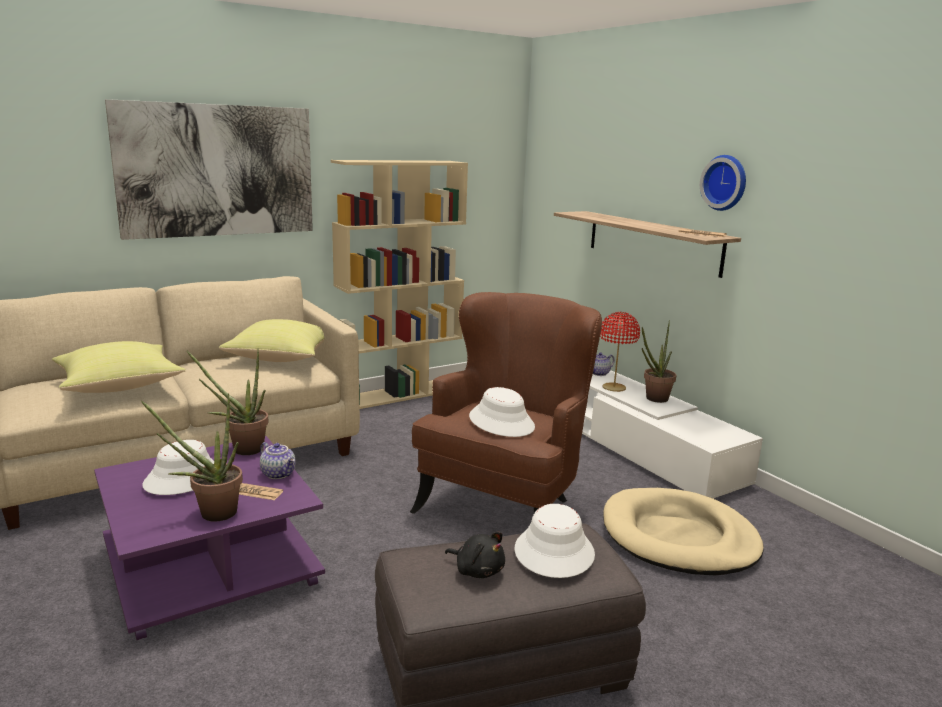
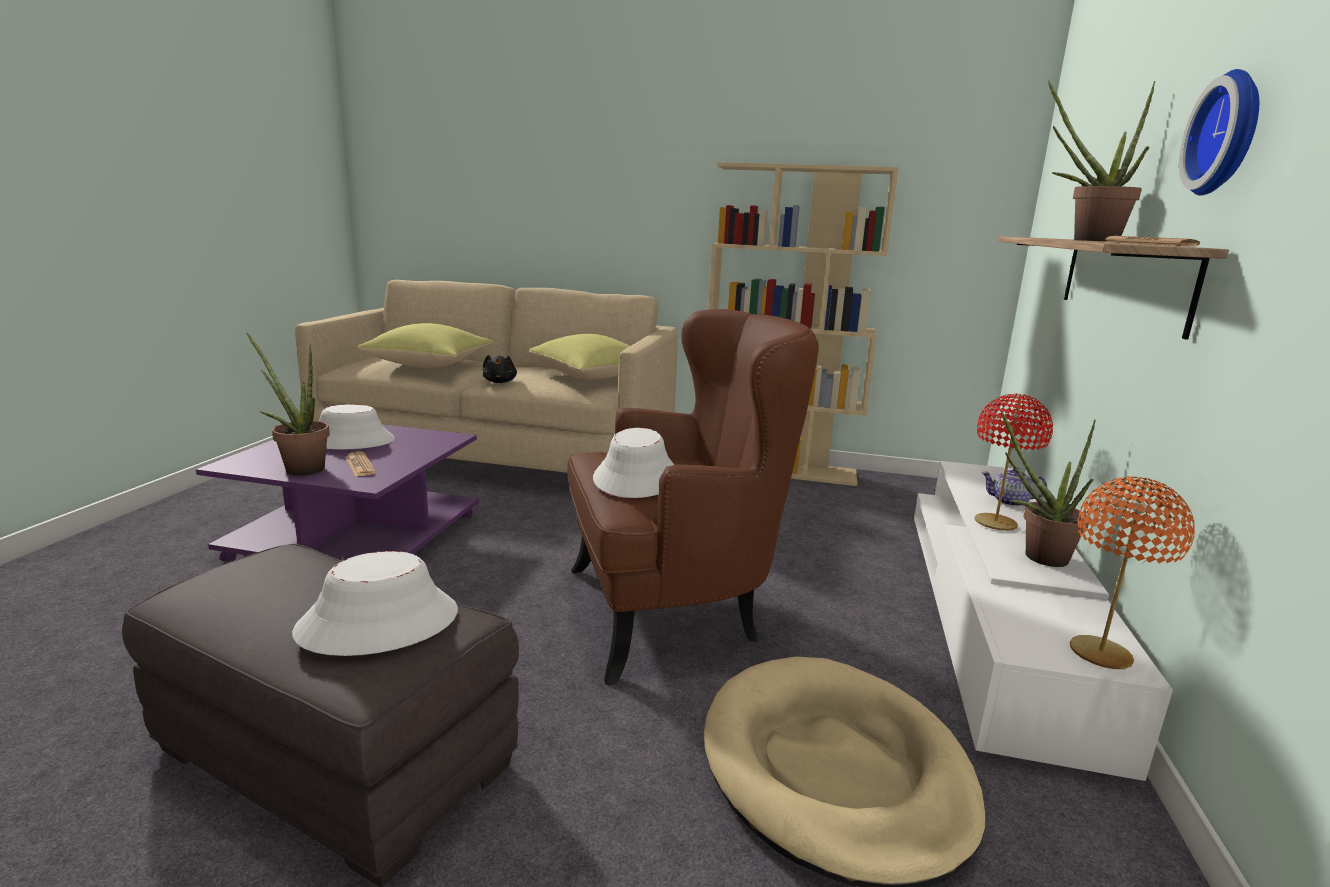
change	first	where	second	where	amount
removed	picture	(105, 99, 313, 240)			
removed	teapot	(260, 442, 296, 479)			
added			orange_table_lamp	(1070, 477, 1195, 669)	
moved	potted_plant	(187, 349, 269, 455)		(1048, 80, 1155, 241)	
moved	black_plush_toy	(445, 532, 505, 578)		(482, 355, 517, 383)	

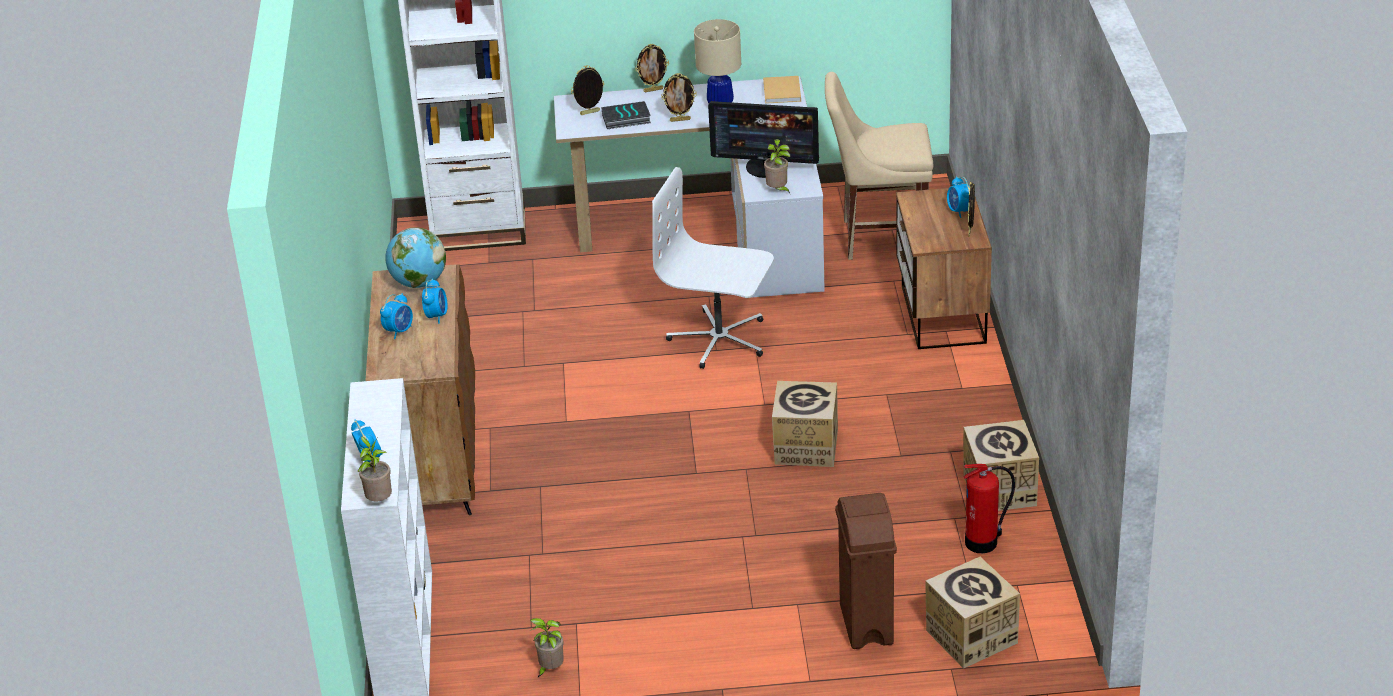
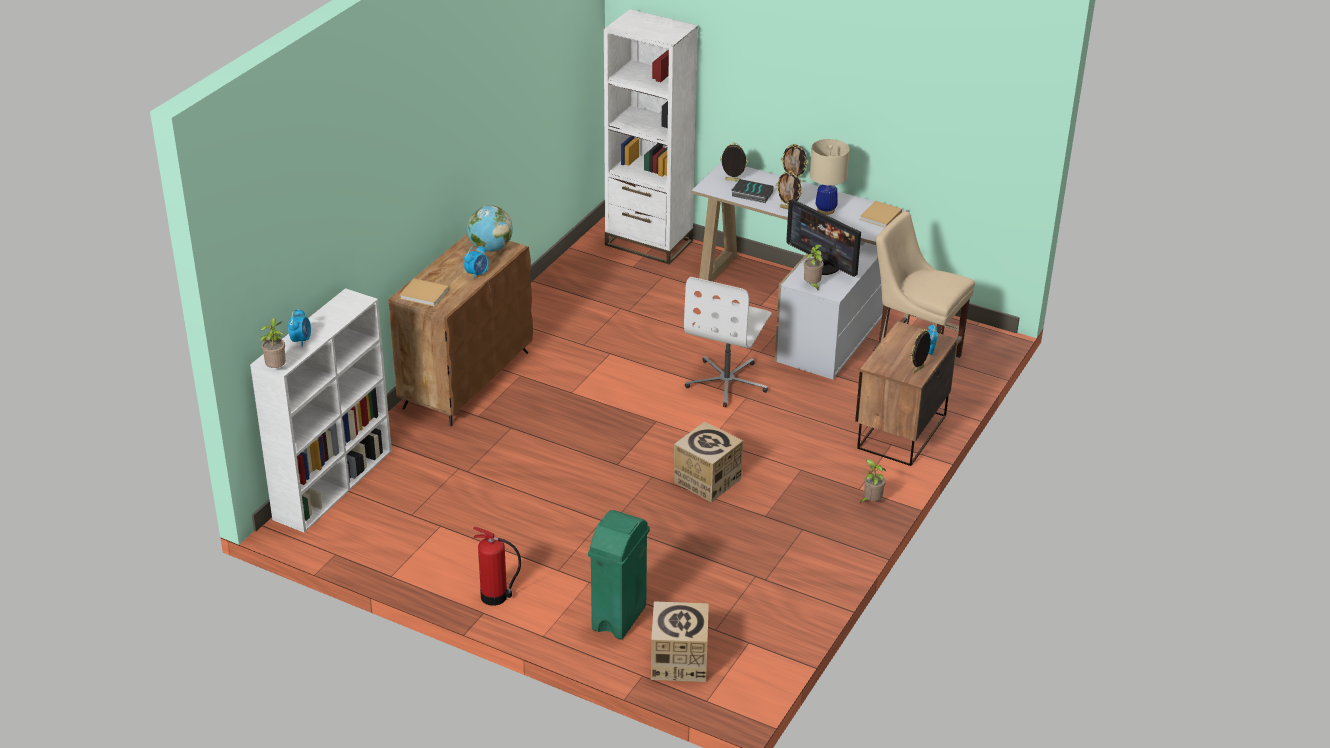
change	first	where	second	where	amount
removed	alarm_clock	(380, 293, 413, 339)			
removed	cardboard_box	(964, 420, 1039, 511)			
added			beige_book	(399, 279, 449, 307)	
moved	potted_plant	(530, 618, 564, 677)		(860, 459, 886, 503)	
moved	fire_extinguisher	(964, 464, 1015, 553)		(473, 527, 521, 606)	
recoloured	brown_trash_can	(835, 493, 897, 649)	green_trash_can	(588, 510, 650, 639)	
turned	white_office_chair	(652, 167, 774, 369)		(684, 277, 772, 407)	120 degrees counterclockwise

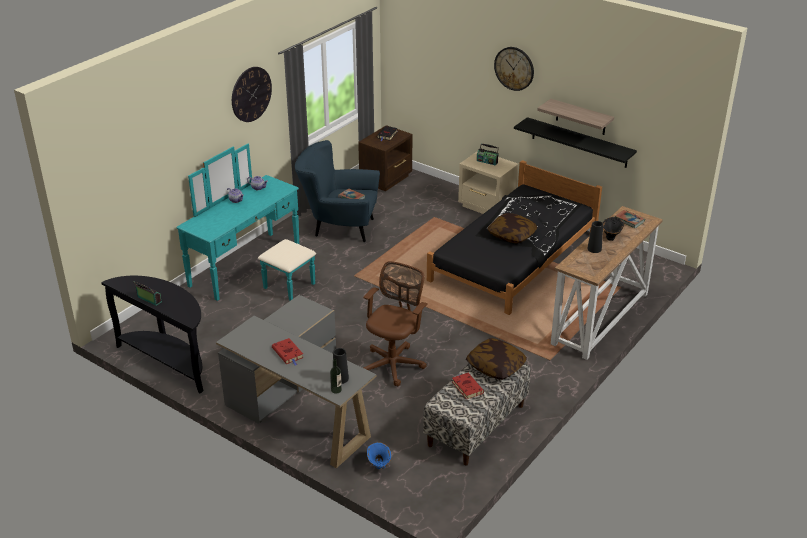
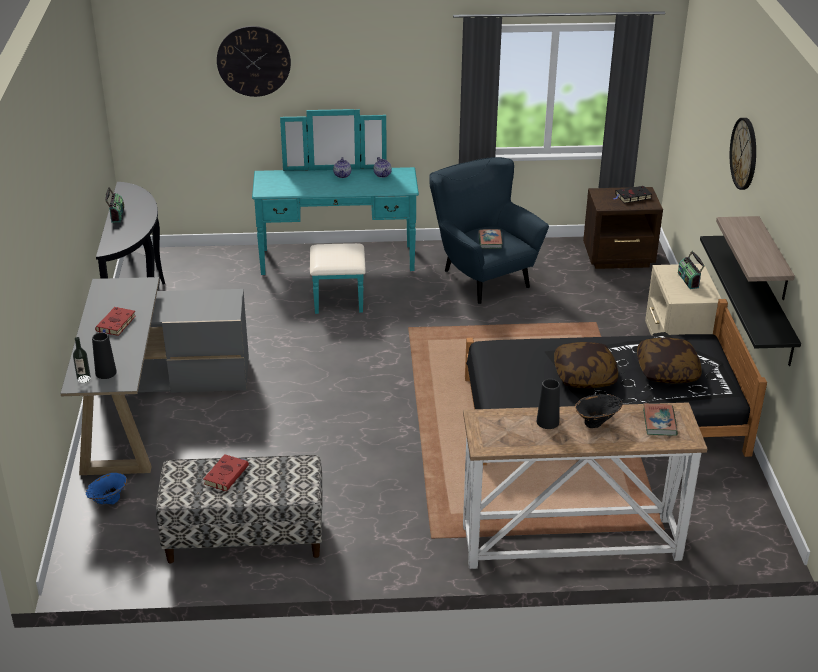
change	first	where	second	where	amount
removed	brown_office_chair	(363, 261, 428, 386)			
moved	wall_clock	(232, 67, 272, 122)		(217, 26, 291, 97)	
moved	pillow	(466, 338, 527, 380)		(637, 337, 702, 384)	

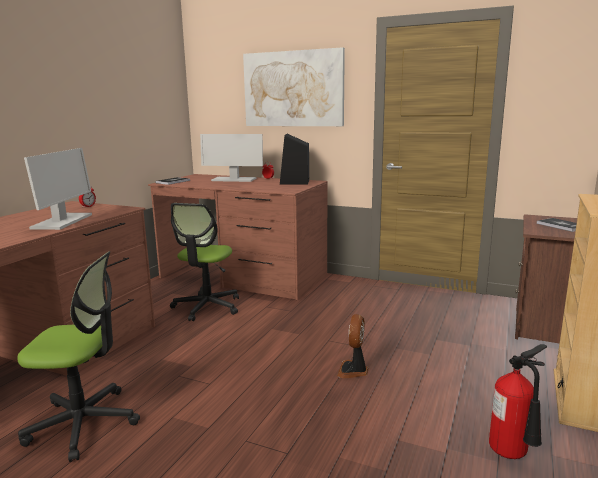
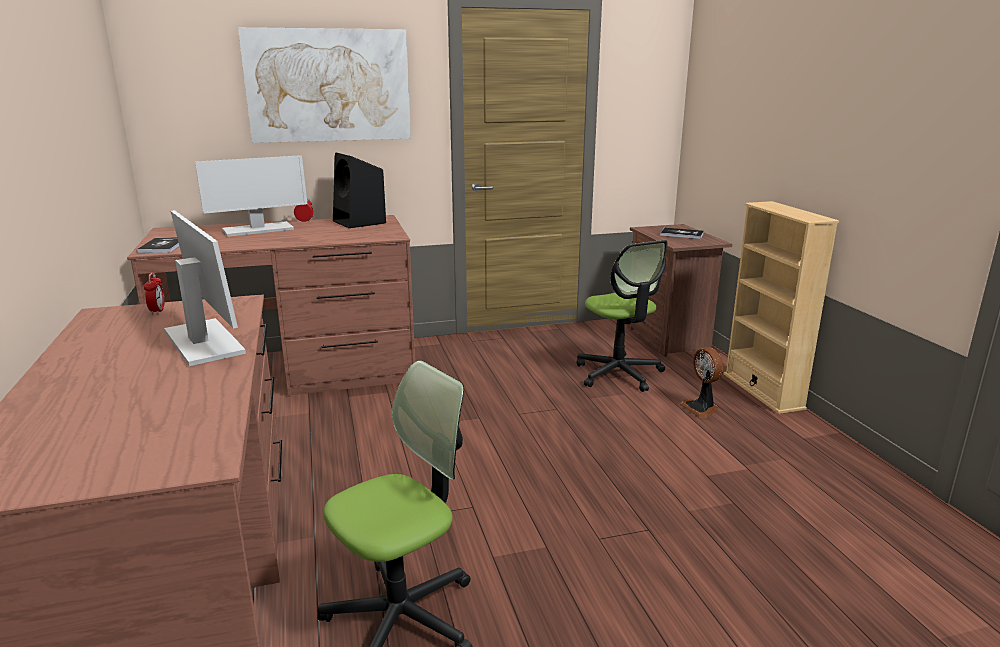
change	first	where	second	where	amount
removed	fire_extinguisher	(489, 344, 547, 459)			
moved	office_chair	(170, 203, 239, 321)		(576, 240, 668, 392)	
moved	fan	(337, 314, 369, 378)		(679, 347, 724, 418)	

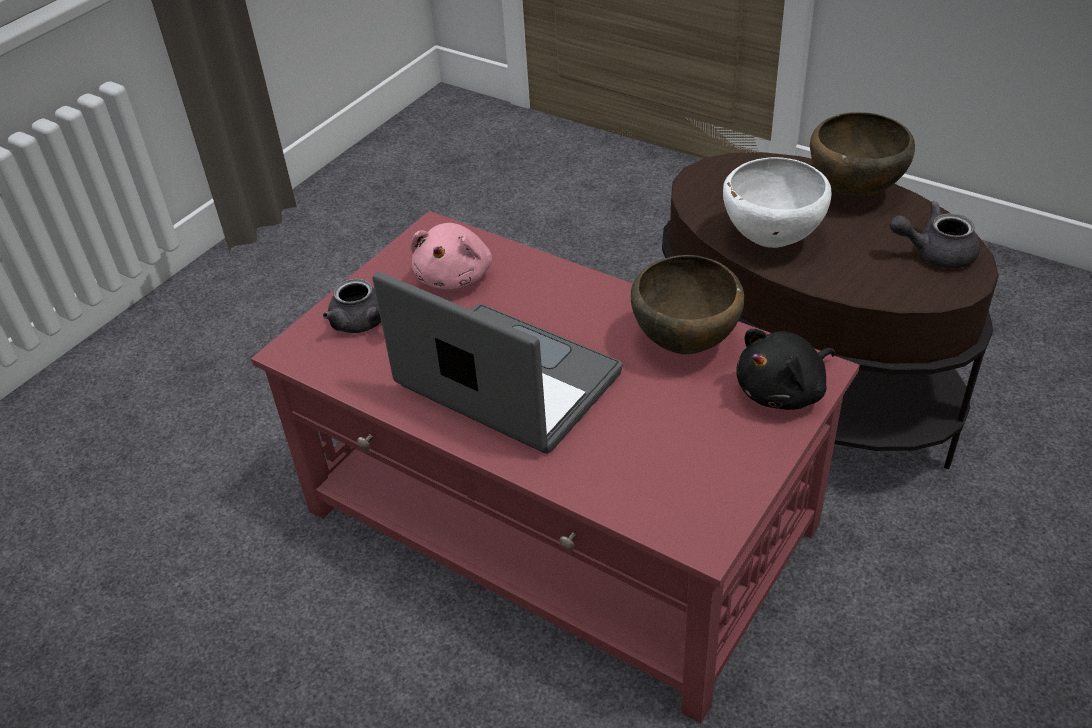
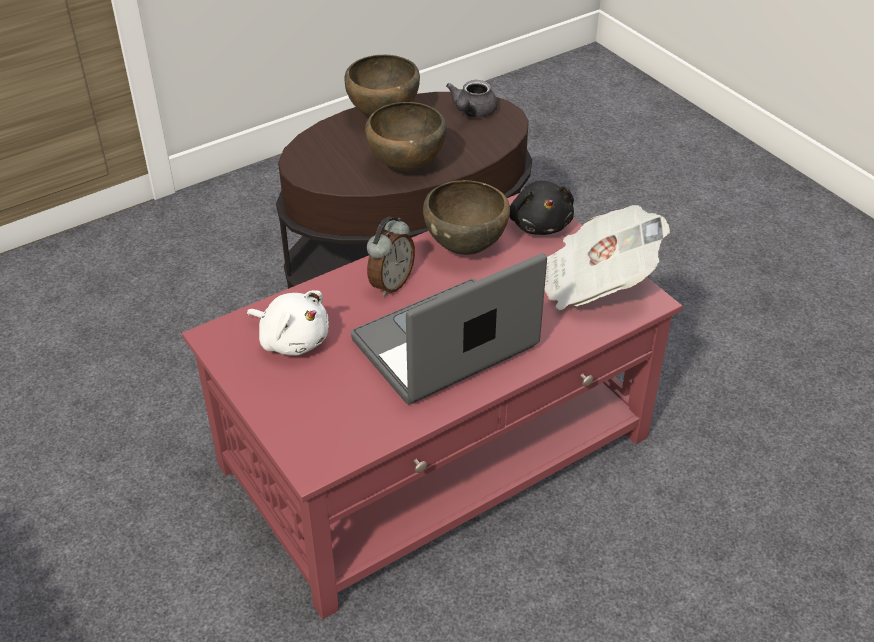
change	first	where	second	where	amount
removed	grey_teapot	(323, 278, 381, 333)			
added			alarm_clock	(367, 217, 415, 297)	
added			newspaper	(545, 205, 670, 310)	
recoloured	pink_plush_toy	(410, 223, 492, 290)	white_plush_toy	(247, 290, 329, 356)	
recoloured	white_bowl	(723, 157, 831, 248)	brown_bowl	(365, 102, 447, 172)	

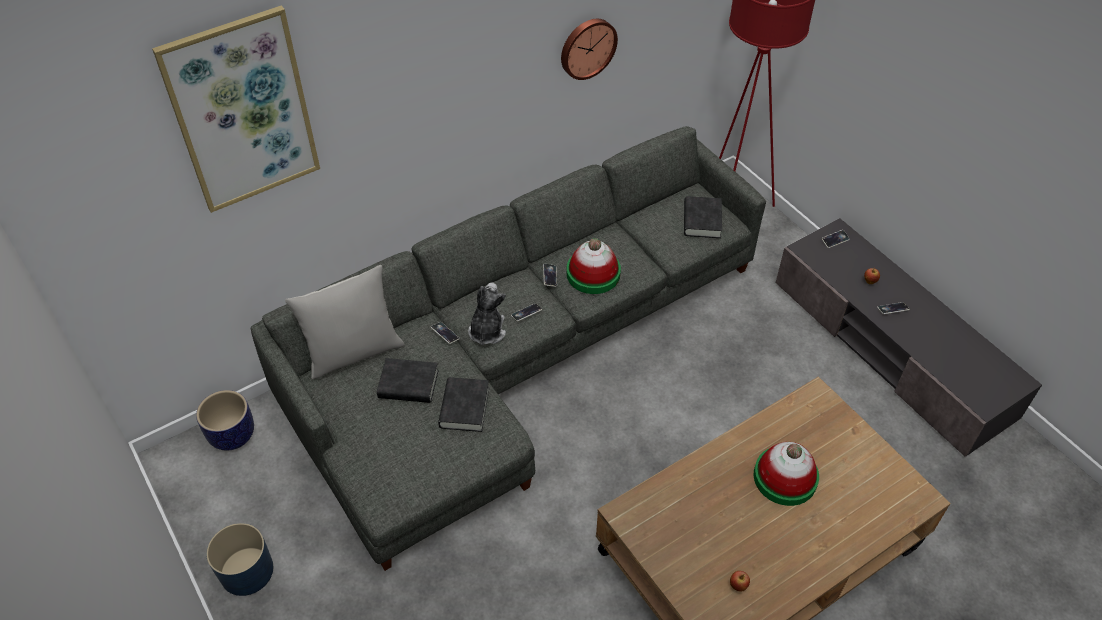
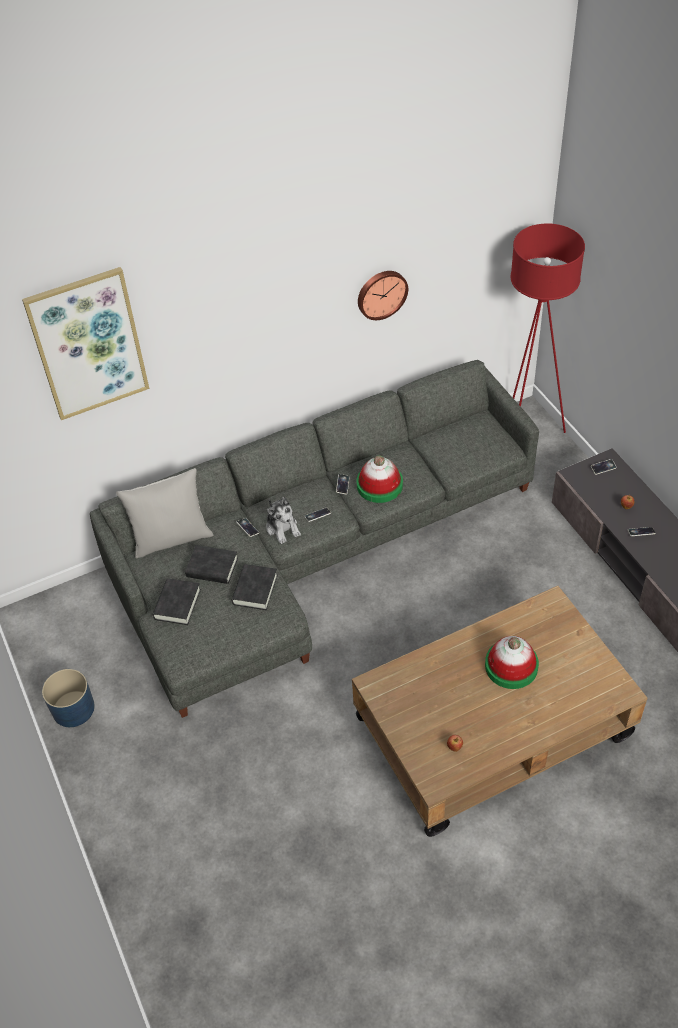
change	first	where	second	where	amount
removed	planter	(196, 390, 254, 451)			
moved	black_book	(684, 196, 722, 238)		(153, 578, 201, 625)	
turned	plush_toy	(468, 283, 506, 345)		(266, 497, 301, 544)	135 degrees clockwise

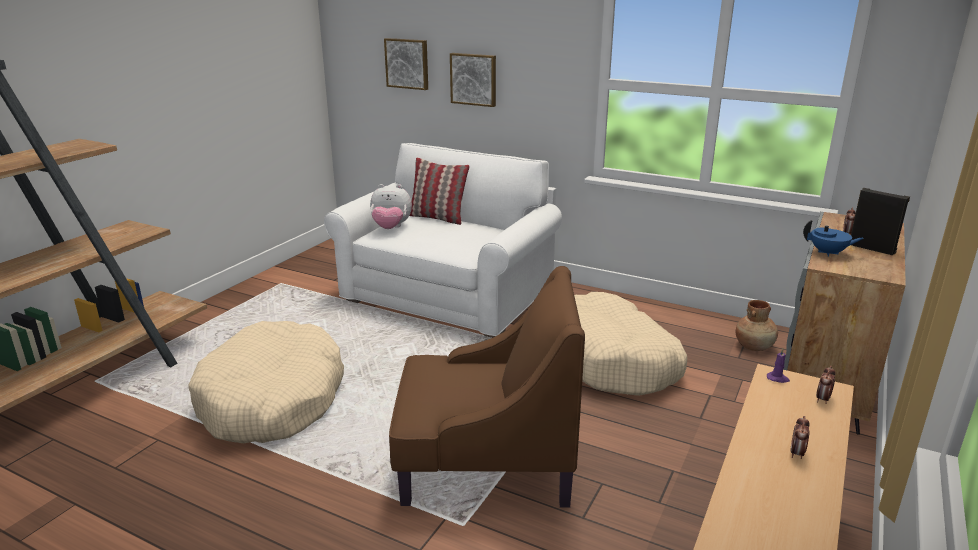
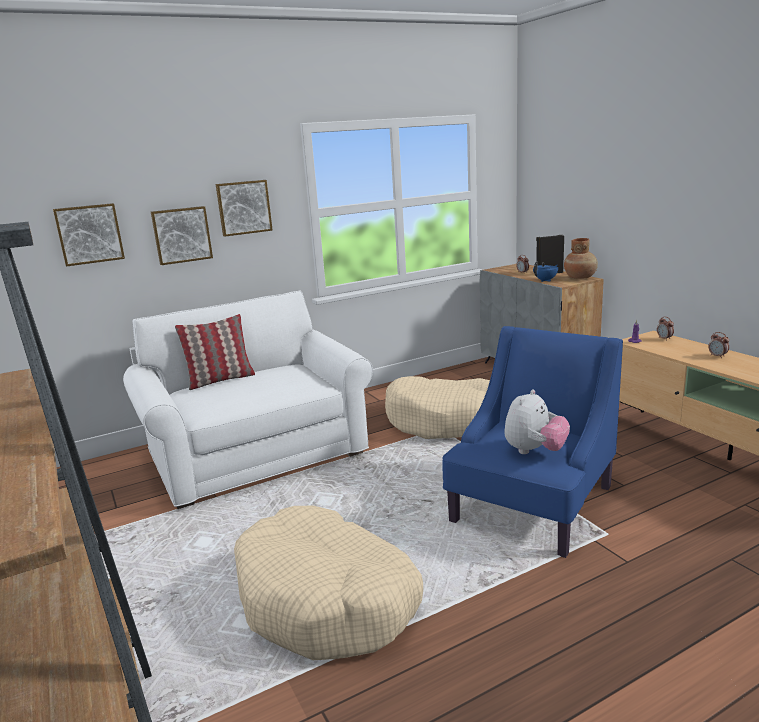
change	first	where	second	where	amount
added			picture	(216, 180, 273, 237)	
moved	plush_toy	(370, 184, 412, 229)		(504, 390, 570, 454)	
moved	brown_vase	(736, 300, 778, 351)		(564, 238, 598, 279)	
recoloured	brown_armchair	(389, 266, 585, 508)	blue_armchair	(442, 326, 623, 558)	

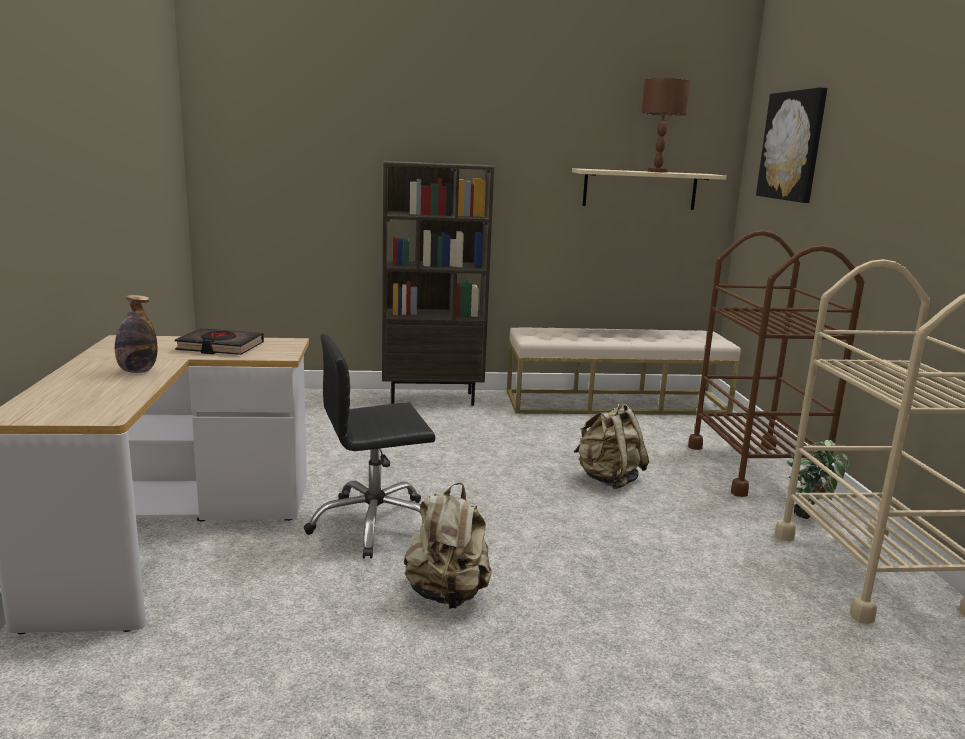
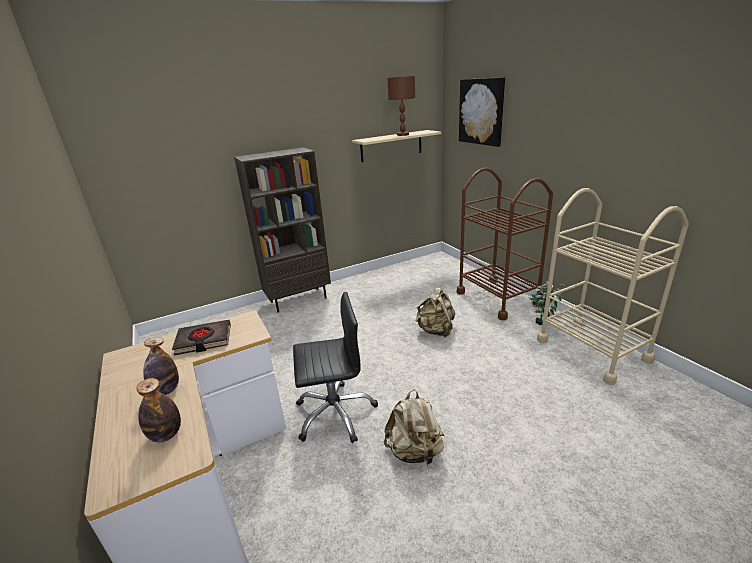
change	first	where	second	where	amount
removed	beige_bench	(507, 327, 741, 415)			
added			bottle	(136, 378, 181, 442)	
turned	black_office_chair	(304, 334, 435, 559)		(293, 292, 378, 443)	150 degrees counterclockwise

